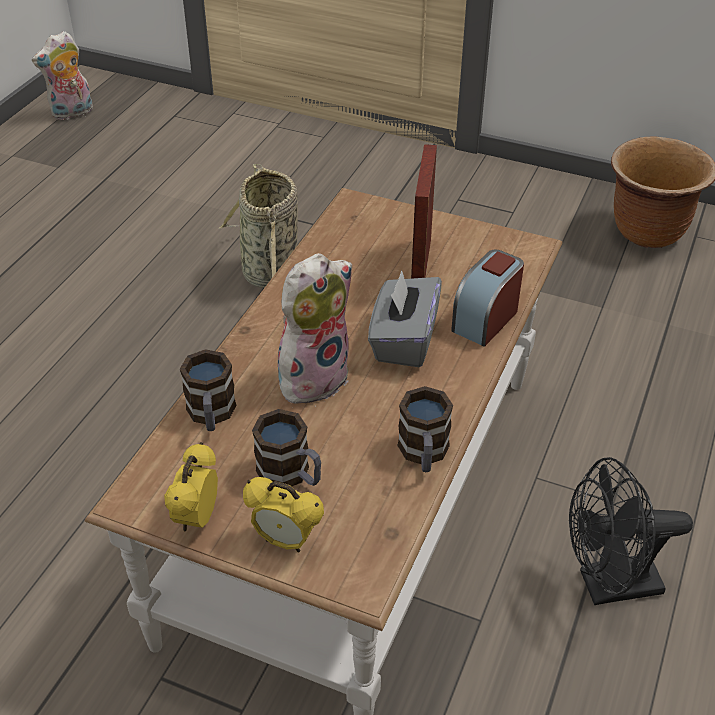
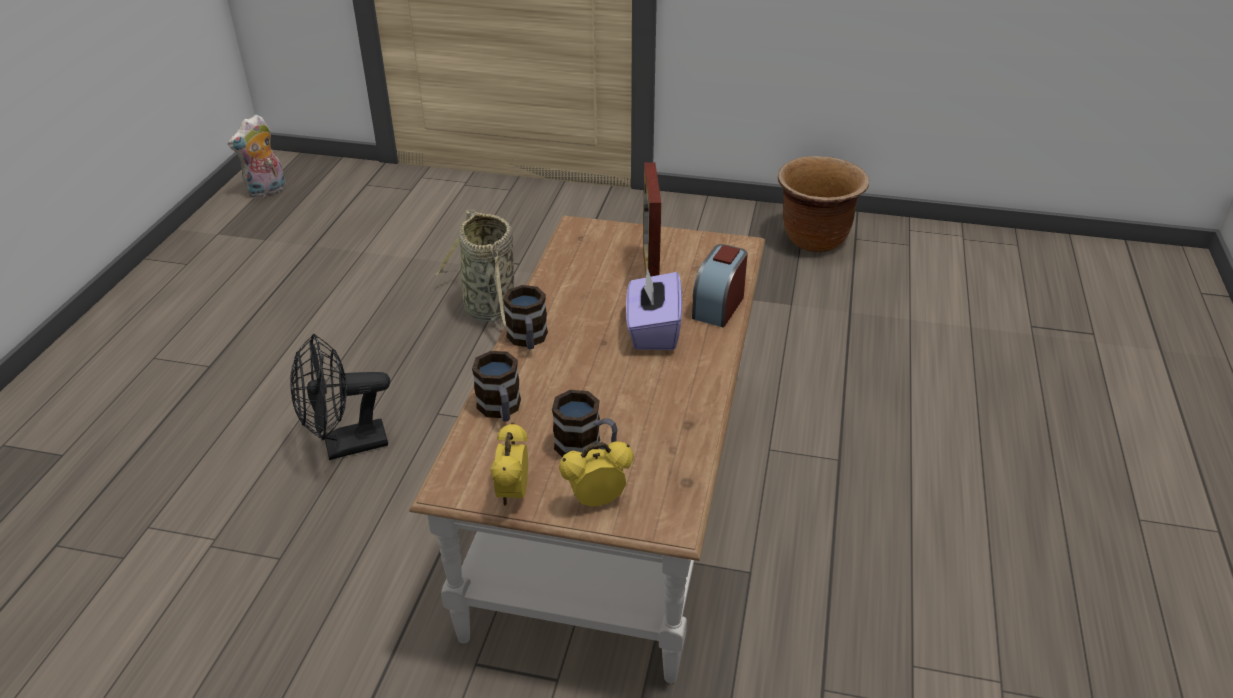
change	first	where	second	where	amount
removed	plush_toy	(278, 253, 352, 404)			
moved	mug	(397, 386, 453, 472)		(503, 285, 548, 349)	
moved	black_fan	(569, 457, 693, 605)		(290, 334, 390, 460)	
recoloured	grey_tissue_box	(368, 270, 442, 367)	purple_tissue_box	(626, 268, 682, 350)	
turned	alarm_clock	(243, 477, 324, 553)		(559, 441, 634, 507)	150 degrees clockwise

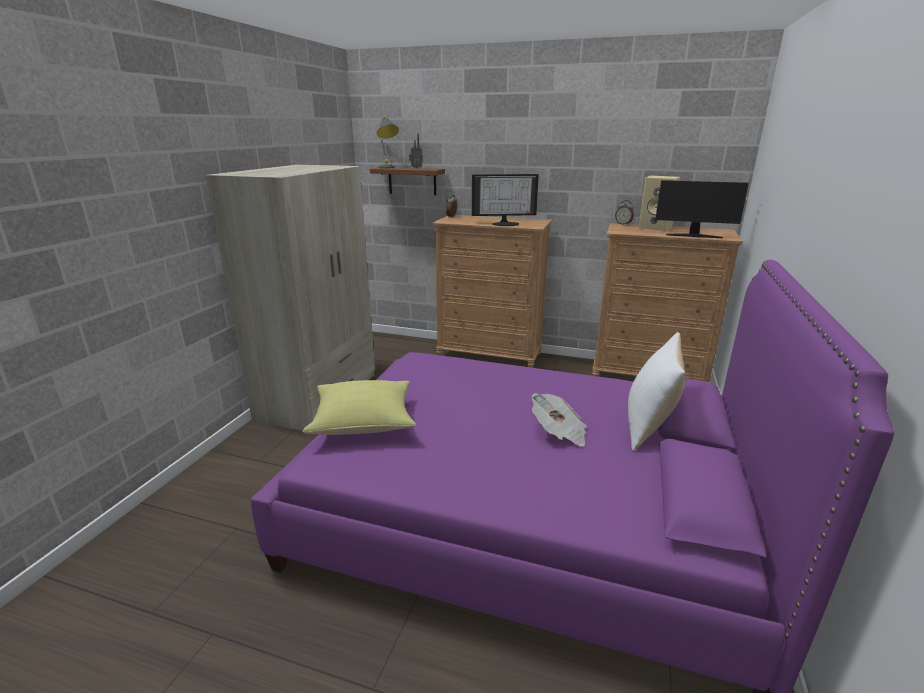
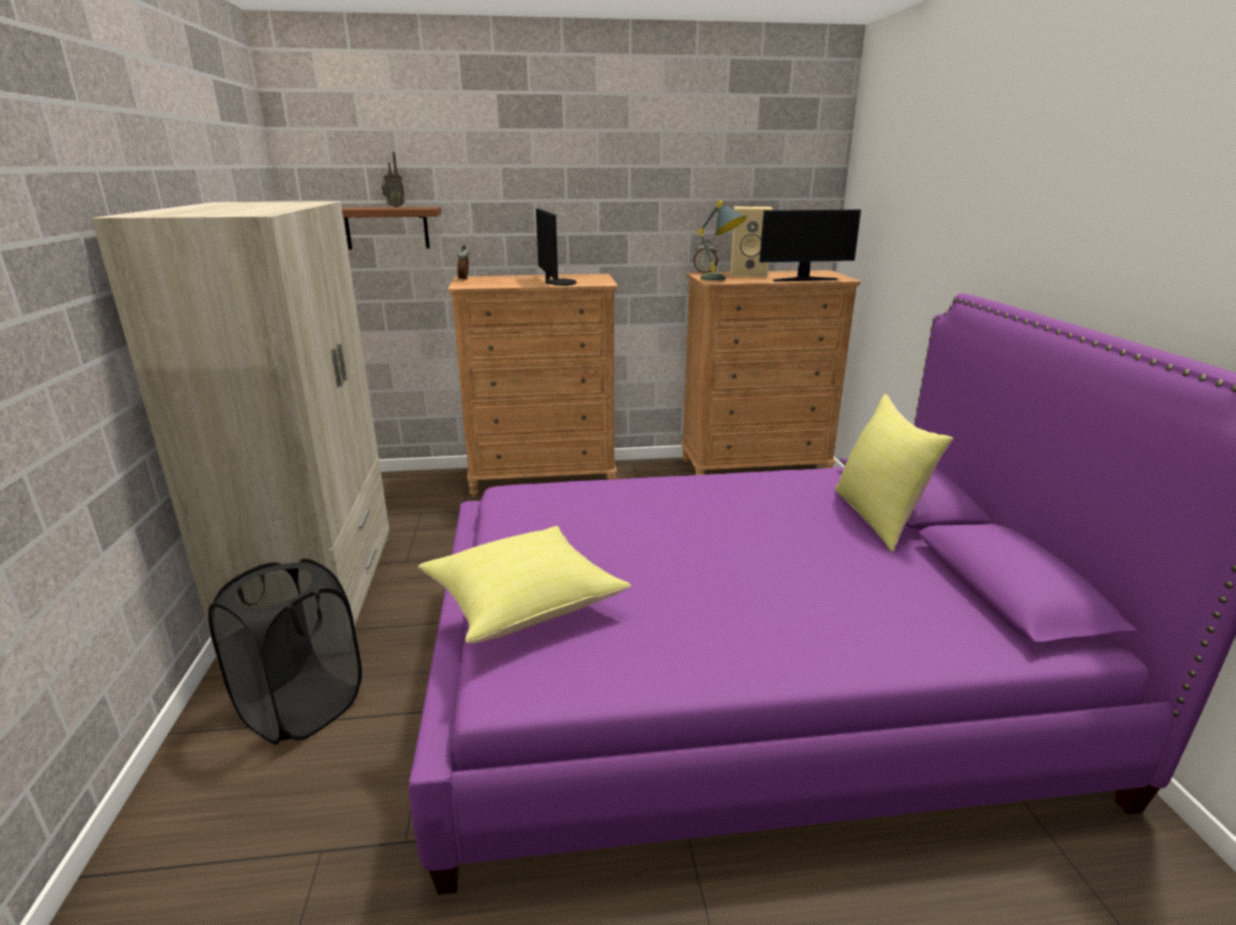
change	first	where	second	where	amount
removed	newspaper	(532, 393, 586, 447)			
added			black_laundry_basket	(208, 559, 362, 745)	
moved	grey_table_lamp	(377, 115, 399, 168)		(697, 200, 747, 281)	
recoloured	white_pillow	(628, 332, 685, 451)	yellow_pillow	(835, 394, 953, 551)	
turned	monitor	(472, 174, 539, 226)		(536, 208, 577, 286)	75 degrees counterclockwise

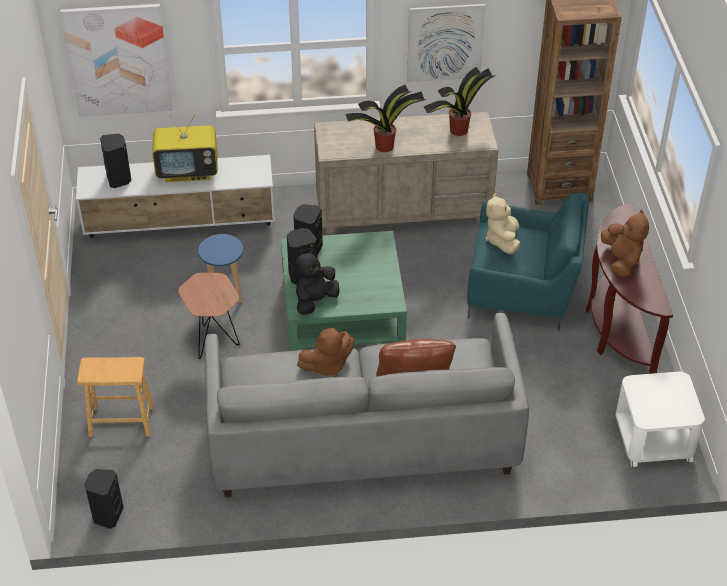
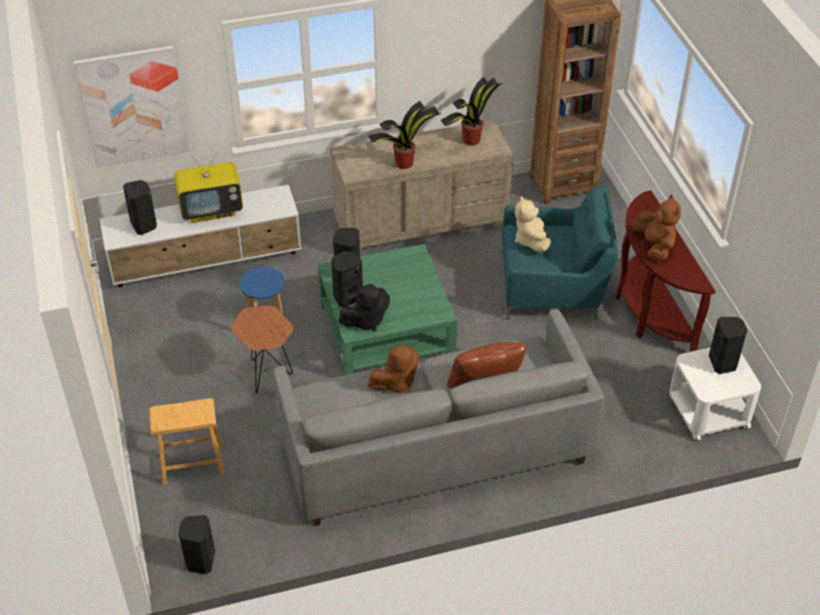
change	first	where	second	where	amount
removed	picture	(407, 4, 486, 82)			
added			black_speaker	(709, 317, 747, 374)	
turned	black_plush_toy	(294, 250, 340, 315)		(339, 284, 390, 332)	150 degrees counterclockwise

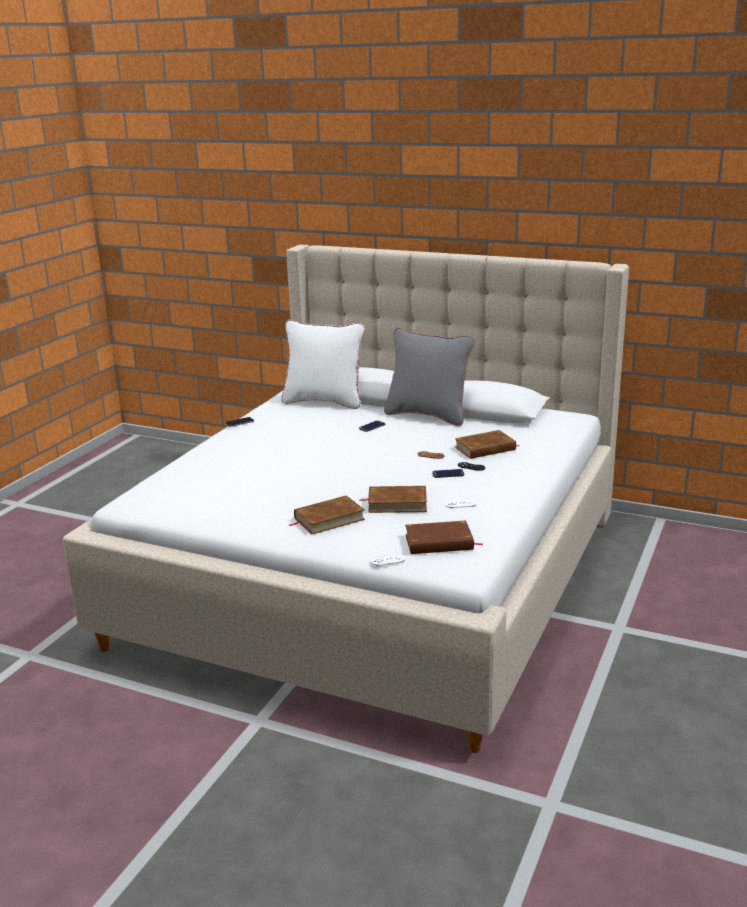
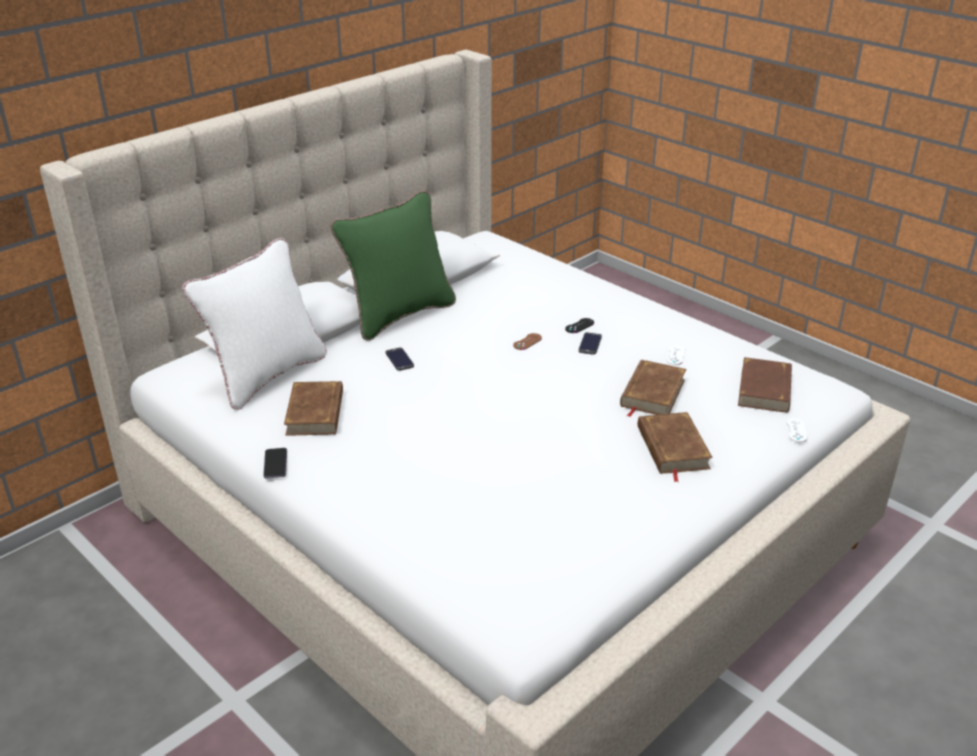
change	first	where	second	where	amount
moved	brown_book	(455, 430, 519, 459)		(284, 381, 343, 436)	
recoloured	grey_pillow	(384, 328, 474, 426)	green_pillow	(330, 191, 456, 341)	

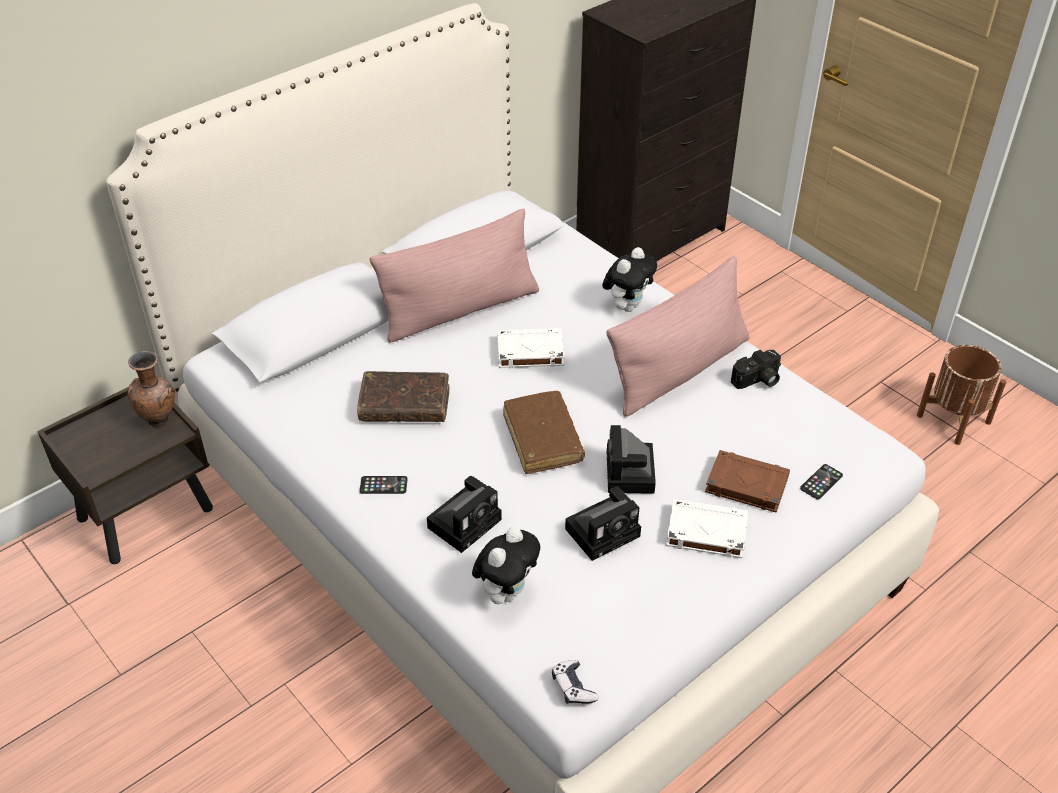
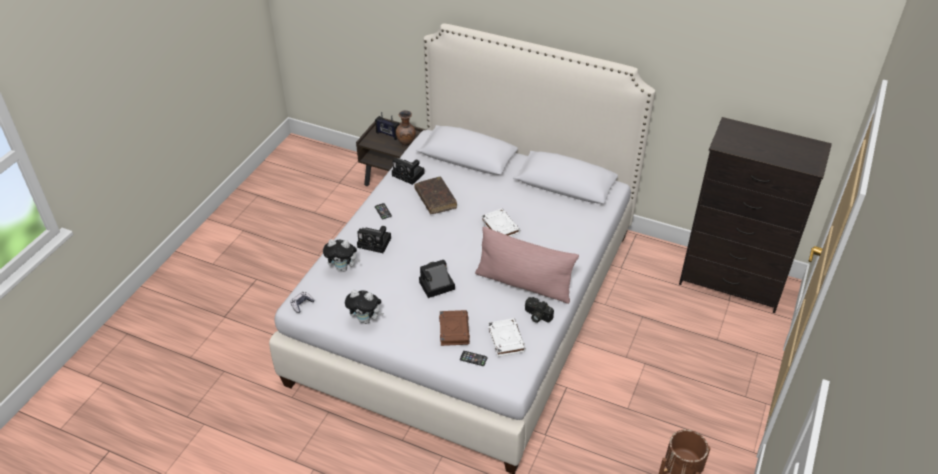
change	first	where	second	where	amount
removed	pink_pillow	(370, 208, 539, 343)			
removed	brown_book	(503, 391, 585, 474)			
added			radio	(375, 112, 399, 140)	
moved	photo_camera	(565, 486, 641, 561)		(392, 158, 425, 185)	
moved	plush_toy	(602, 247, 657, 312)		(345, 290, 384, 324)	
moved	white_book	(666, 499, 748, 558)		(488, 318, 526, 357)	

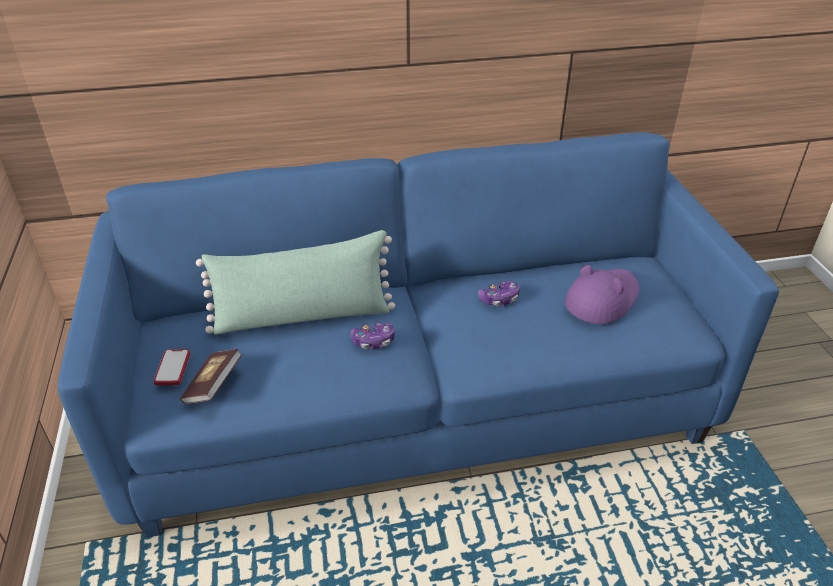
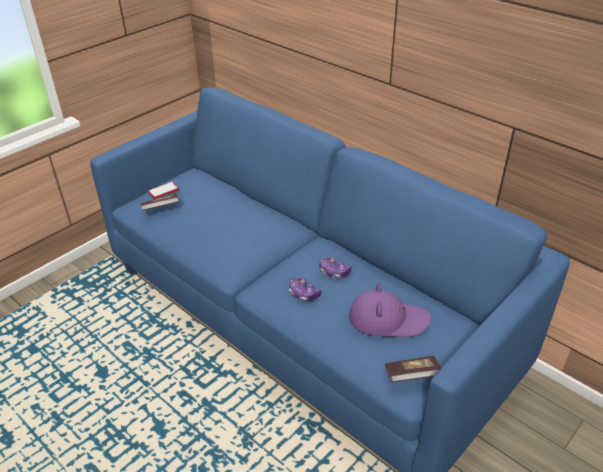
change	first	where	second	where	amount
removed	green_pillow	(196, 230, 395, 335)			
added			book	(385, 356, 442, 382)	
moved	game_controller	(351, 322, 395, 349)		(289, 277, 322, 301)	

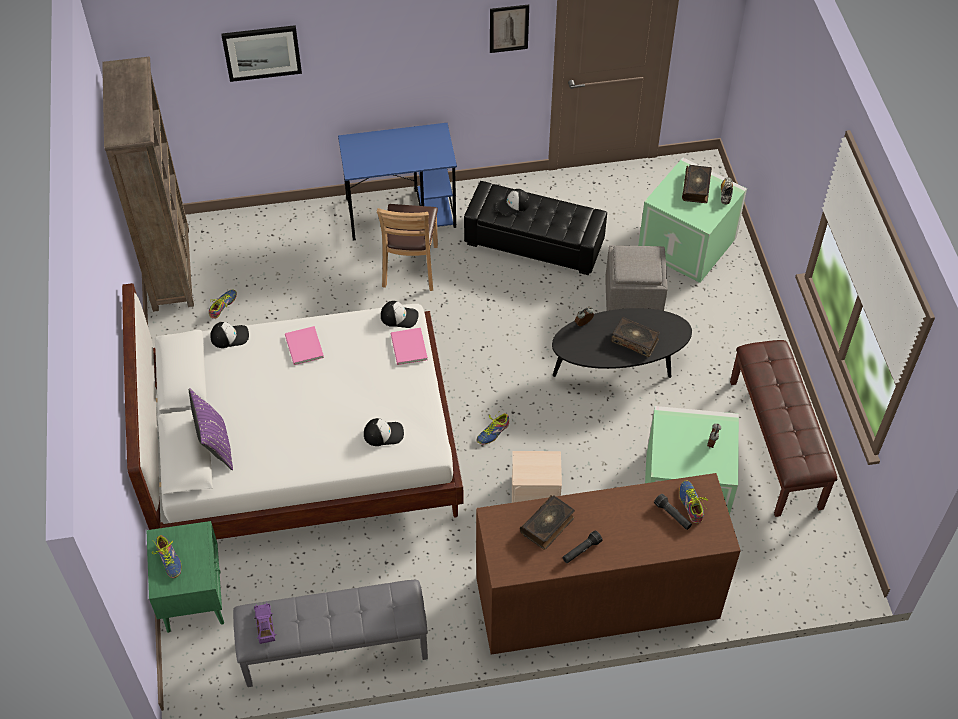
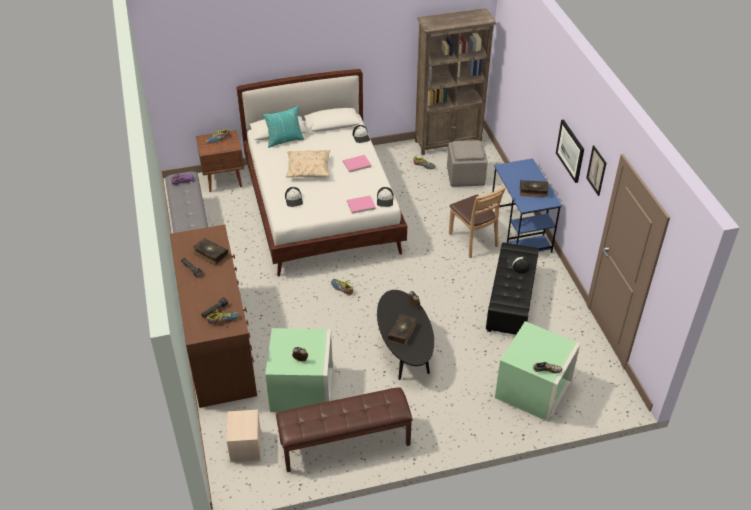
change	first	where	second	where	amount
added			beige_pillow	(286, 150, 330, 178)	
moved	picture	(221, 25, 302, 82)		(556, 120, 584, 183)	
moved	beige_storage_box	(512, 451, 562, 503)		(226, 410, 261, 462)	
moved	grey_ottoman	(605, 245, 668, 311)		(447, 140, 488, 187)	
moved	book	(682, 165, 712, 203)		(520, 180, 549, 197)	
recoloured	green_nightstand	(146, 521, 224, 633)	brown_nightstand	(196, 130, 244, 192)	
recoloured	purple_pillow	(189, 388, 233, 470)	turquoise_pillow	(262, 106, 305, 148)	
turned	brown_chair	(377, 204, 438, 291)		(449, 186, 506, 258)	120 degrees counterclockwise

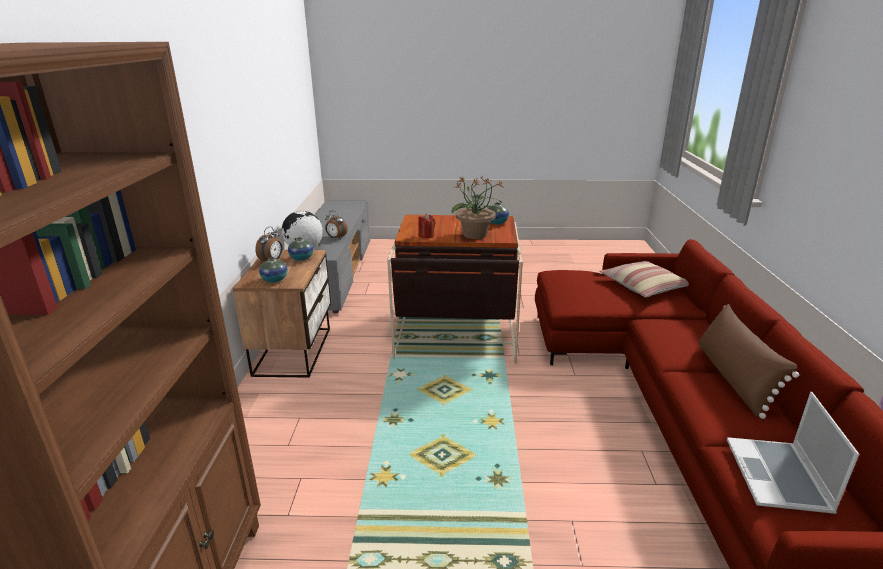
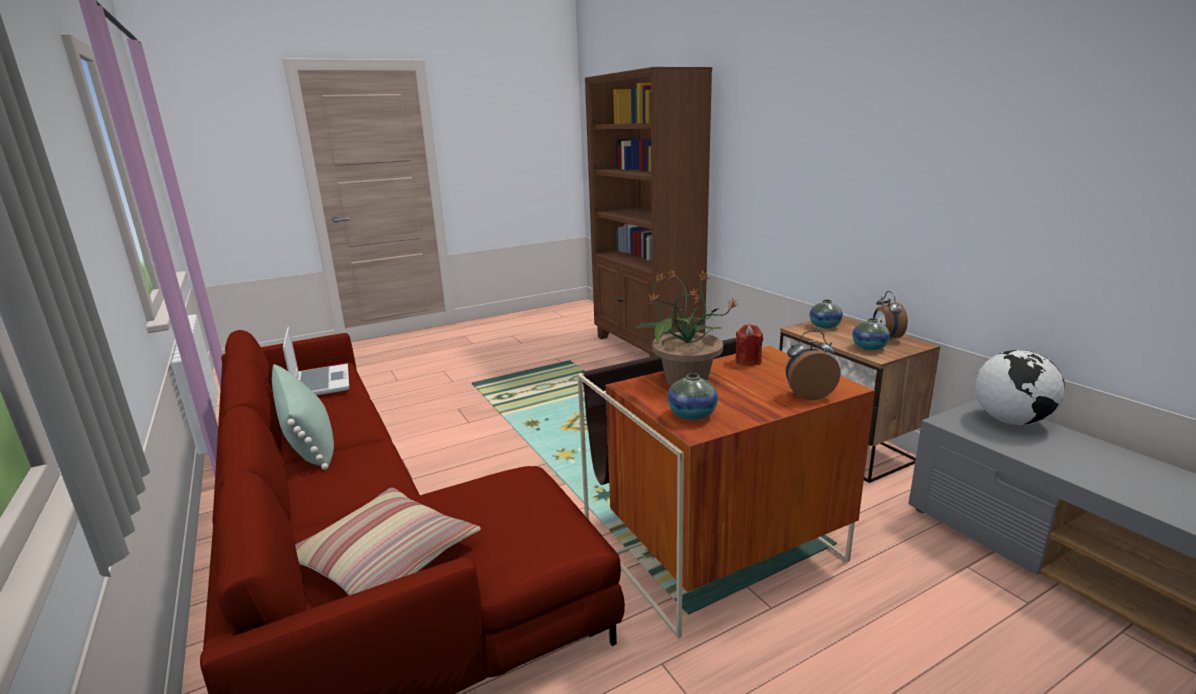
change	first	where	second	where	amount
moved	alarm_clock	(325, 211, 348, 239)		(785, 330, 841, 400)	
recoloured	brown_pillow	(699, 304, 799, 419)	green_pillow	(272, 364, 334, 470)	

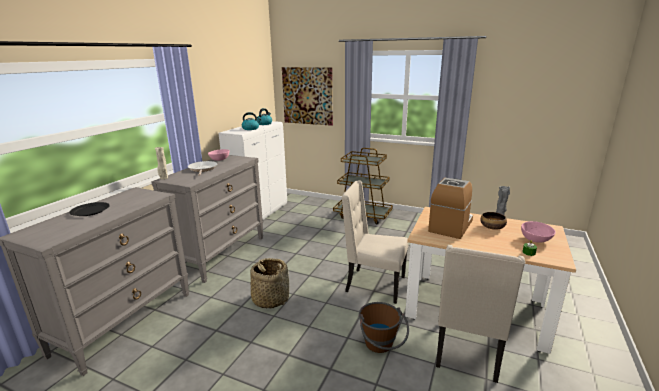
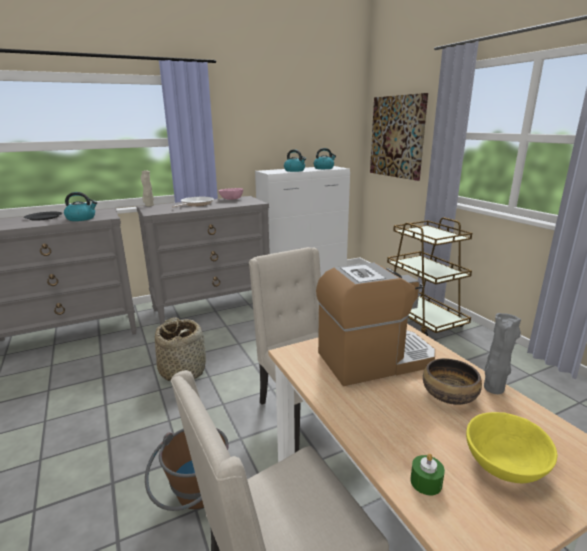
change	first	where	second	where	amount
added			kettle	(64, 192, 97, 221)	
recoloured	pink_bowl	(521, 221, 556, 243)	yellow_bowl	(466, 412, 557, 483)	

